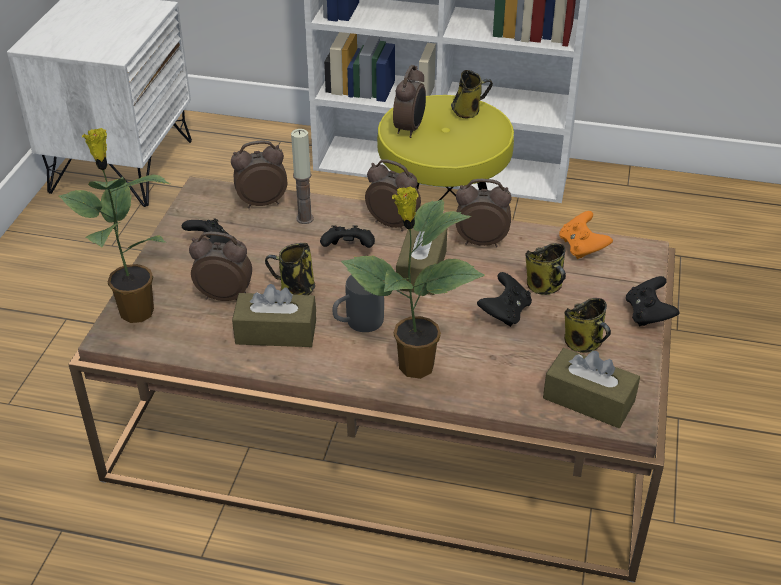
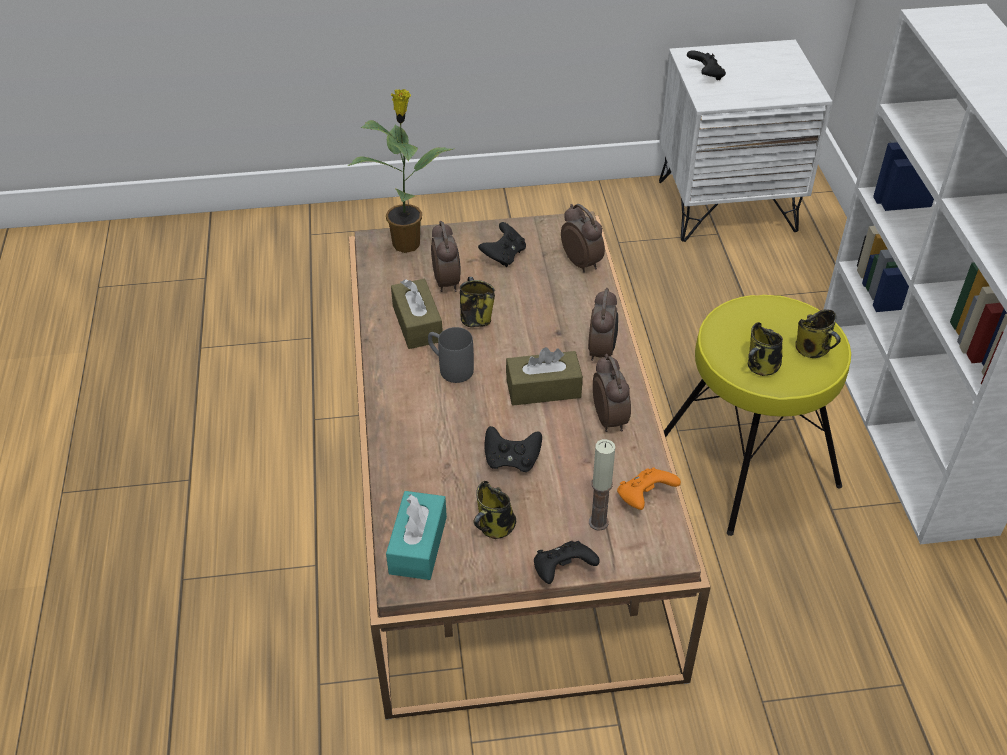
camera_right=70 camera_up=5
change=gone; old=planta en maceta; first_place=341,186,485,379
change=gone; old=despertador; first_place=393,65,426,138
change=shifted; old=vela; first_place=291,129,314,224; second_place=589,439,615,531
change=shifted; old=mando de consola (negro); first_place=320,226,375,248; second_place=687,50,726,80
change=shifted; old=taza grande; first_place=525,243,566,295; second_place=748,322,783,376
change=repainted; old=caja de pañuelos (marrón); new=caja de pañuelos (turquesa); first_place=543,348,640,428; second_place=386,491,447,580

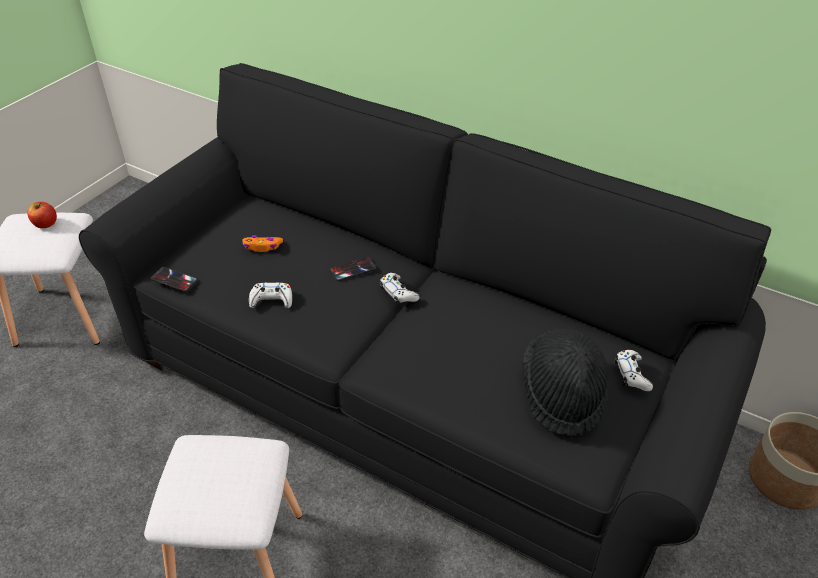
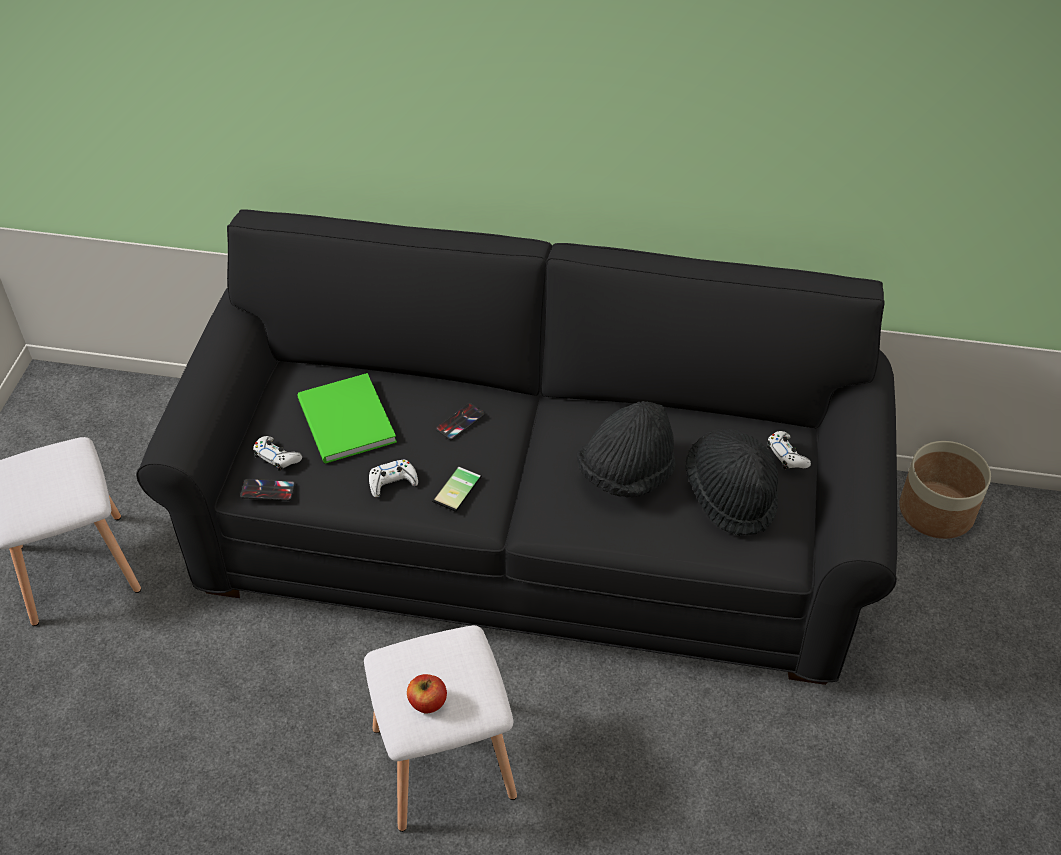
camera_right=-20 camera_up=5
change=new; new=móvil; second_place=432,466,482,512
change=new; new=sombrero (negro); second_place=577,401,675,498
change=shifted; old=manzana; first_place=27,202,57,228; second_place=407,674,447,714
change=shifted; old=mando de consola (blanco); first_place=380,273,419,304; second_place=253,436,302,471
change=swapped; old=mando de consola (naranja); new=libro (verde); first_place=242,235,283,252; second_place=297,373,397,463

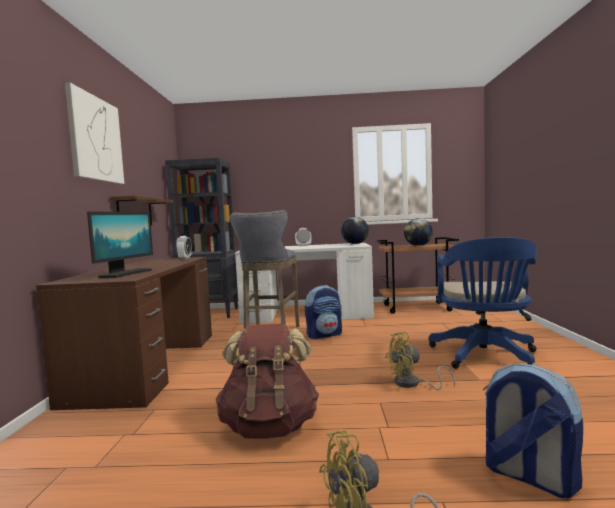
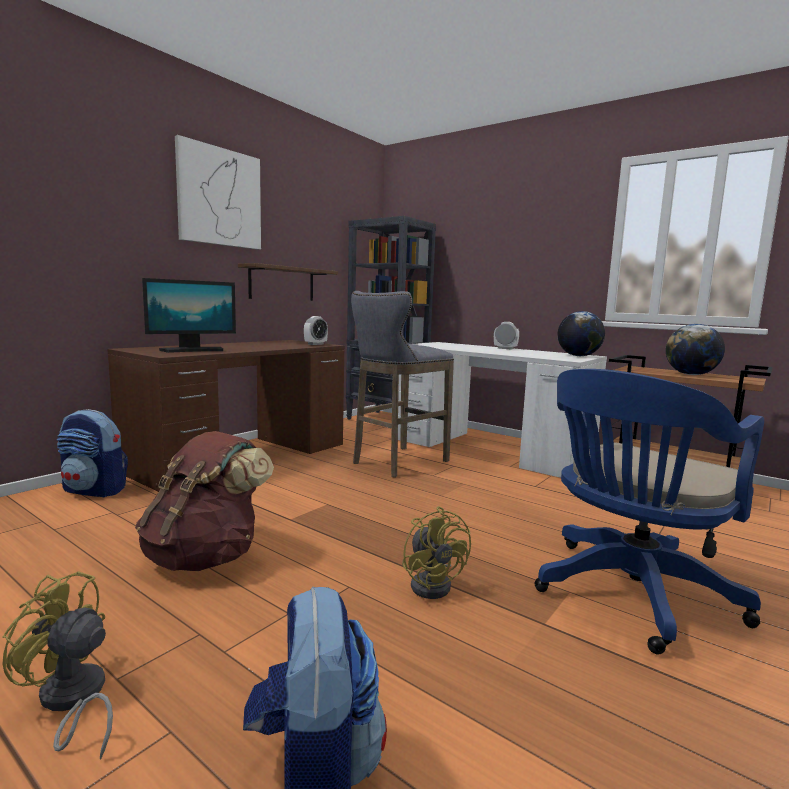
camera_right=35 camera_up=5
change=shifted; old=mochila; first_place=305,285,342,339; second_place=57,409,128,497
change=rotated; old=ventilador (amarillo); first_place=385,332,455,390; second_place=402,506,471,599; degrees=-135

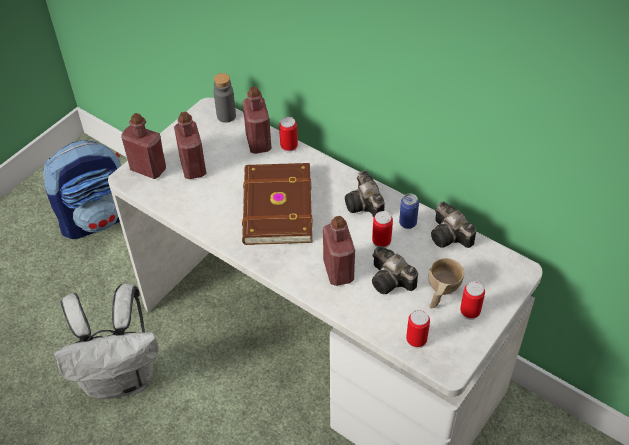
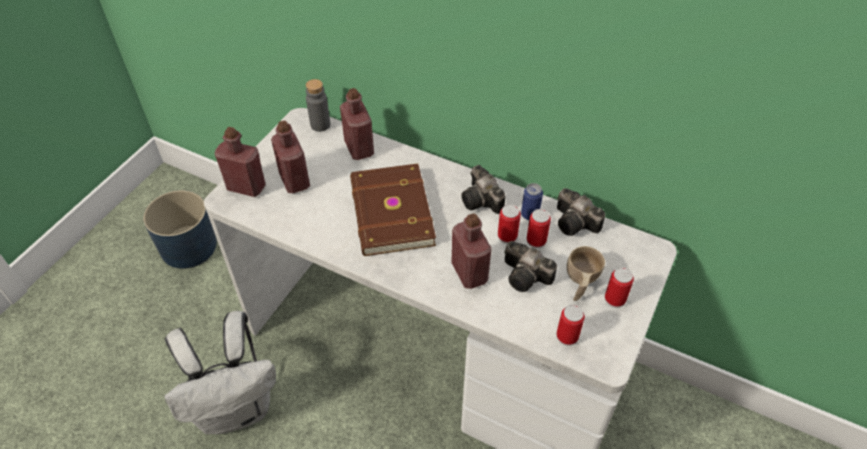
camera_right=-10 camera_up=0
change=shifted; old=lata; first_place=279,117,298,152; second_place=527,209,551,249
change=swapped; old=mochila; new=maceta (azul); first_place=43,140,121,239; second_place=143,190,217,269

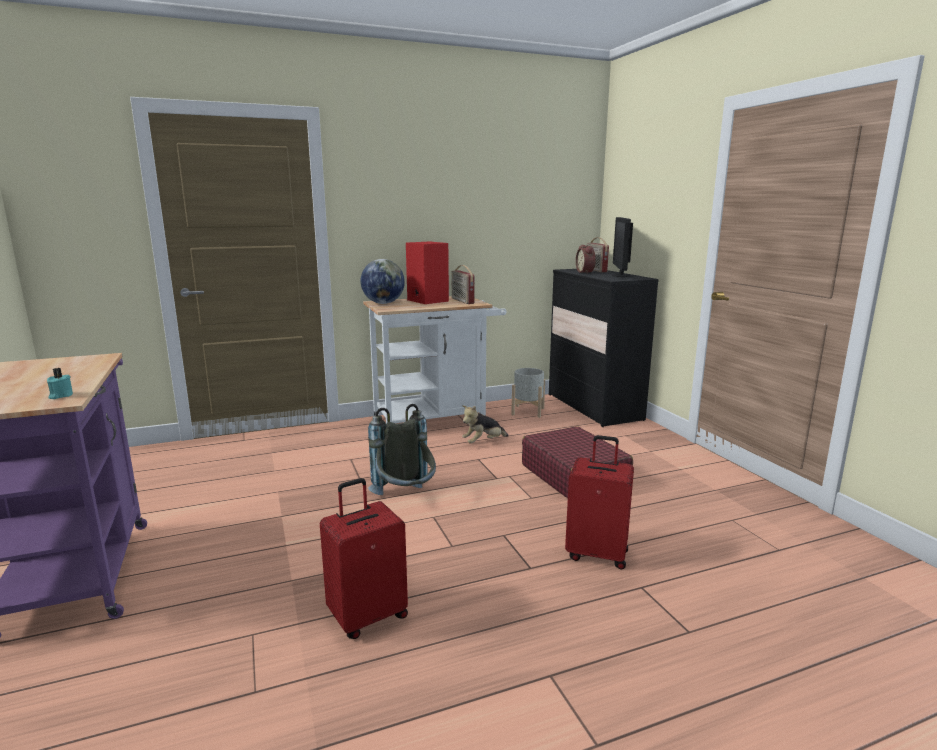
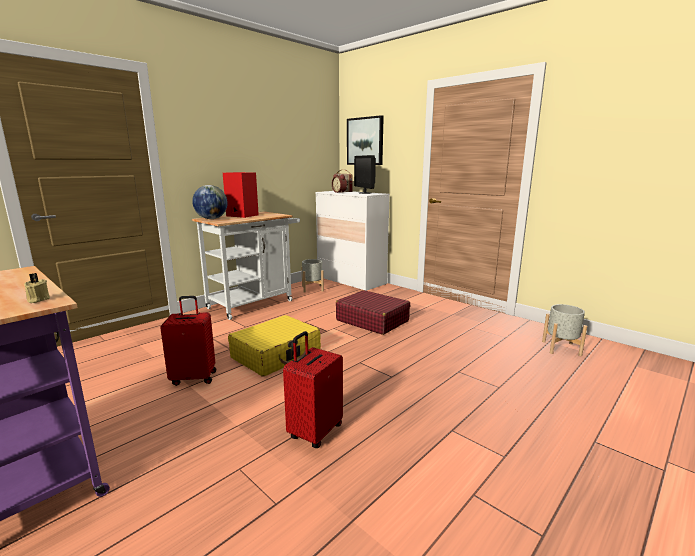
camera_right=-25 camera_up=0
change=gone; old=radio; first_place=452,265,475,304
change=gone; old=peluche; first_place=462,405,509,444
change=new; new=cuadro; second_place=347,115,384,165
change=new; new=maceta (gris); second_place=542,304,587,356
change=shifted; old=maleta (rojo); first_place=565,435,634,570; second_place=160,296,216,386
change=swapped; old=mochila (gris); new=maleta (amarillo); first_place=368,404,436,495; second_place=228,315,321,377
change=repainted; old=vela (turquesa); new=vela (beis); first_place=47,368,73,399; second_place=24,273,50,303
change=repainted; old=cómoda (negro); new=cómoda (blanco); first_place=549,269,659,427; second_place=315,191,390,291

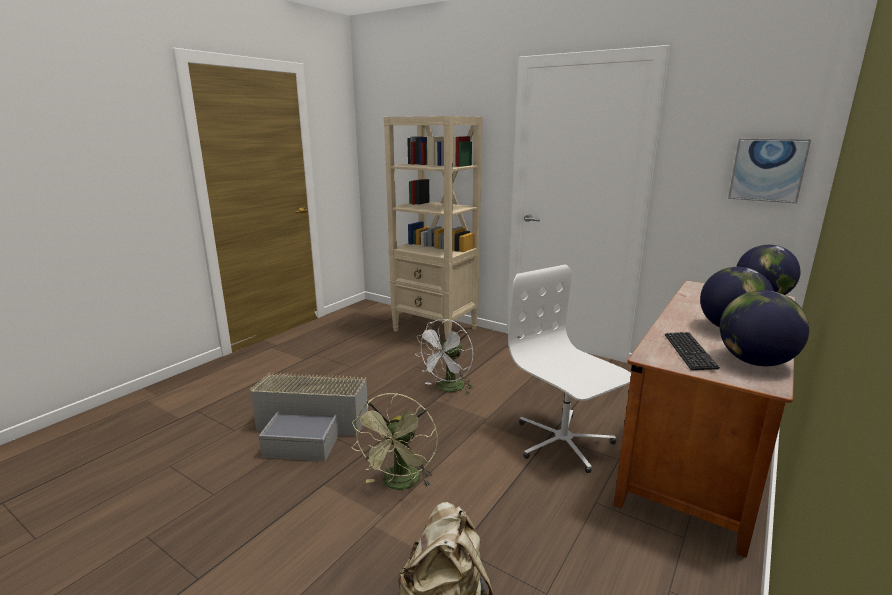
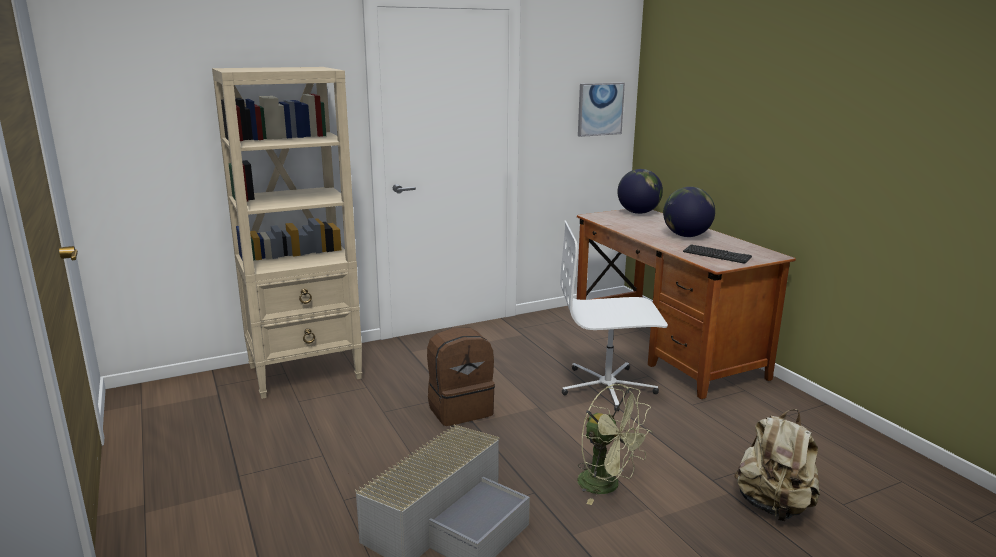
camera_right=-60 camera_up=0
change=gone; old=globo terráqueo; first_place=720,290,809,366
change=swapped; old=ventilador (blanco); new=mochila (marrón); first_place=416,319,474,394; second_place=427,328,495,426

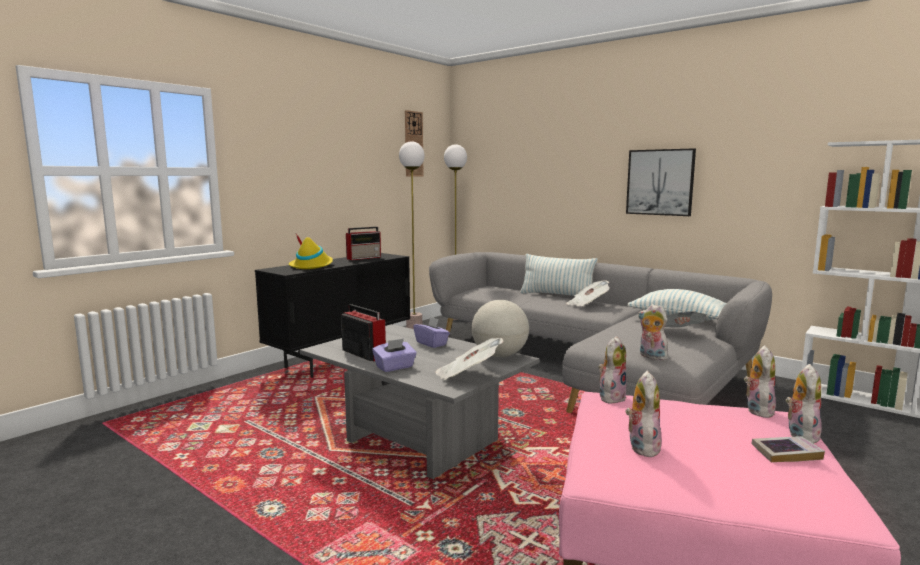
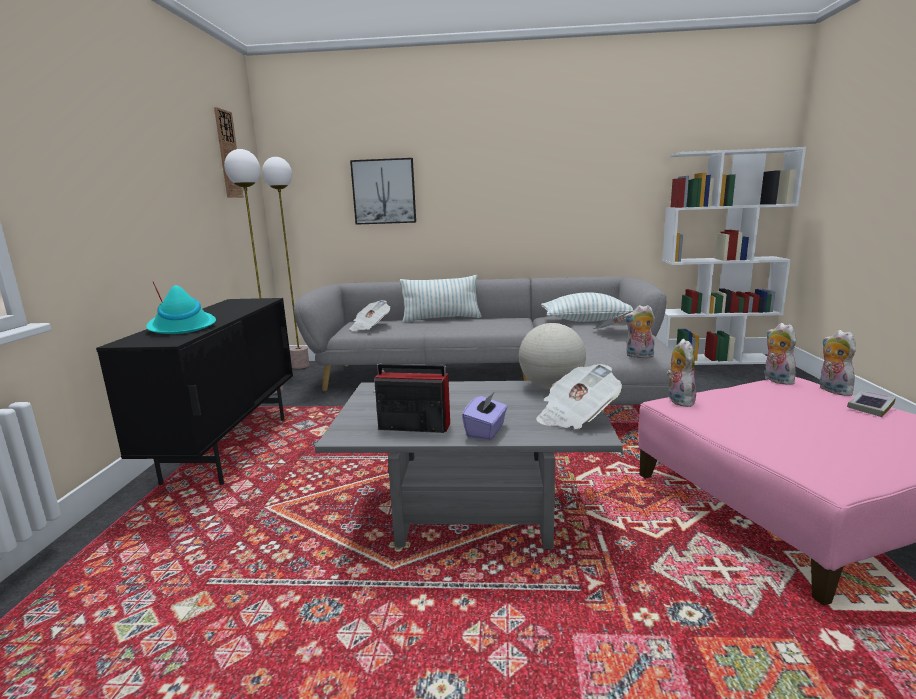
camera_right=-35 camera_up=5
change=gone; old=radio; first_place=346,227,381,260
change=gone; old=caja de pañuelos (morado); first_place=413,316,450,348
change=gone; old=peluche; first_place=625,371,662,458
change=shifted; old=periódico; first_place=566,280,610,306; second_place=349,300,391,331
change=shifted; old=cuadro; first_place=626,148,696,216; second_place=350,158,416,225
change=repainted; old=sombrero (amarillo); new=sombrero (turquesa); first_place=289,234,333,269; second_place=146,282,216,334

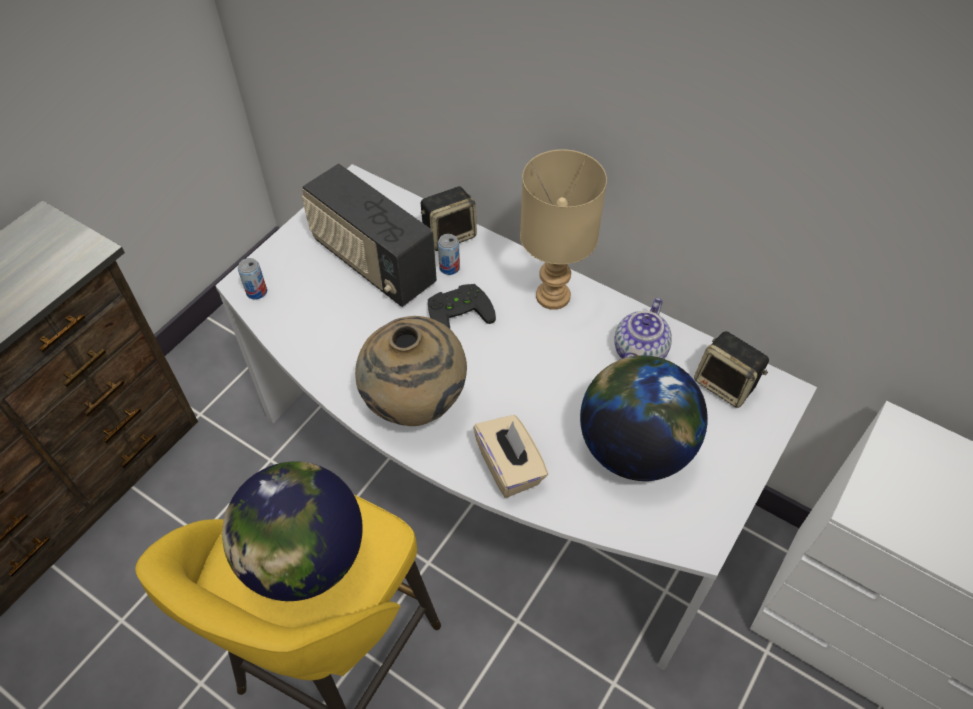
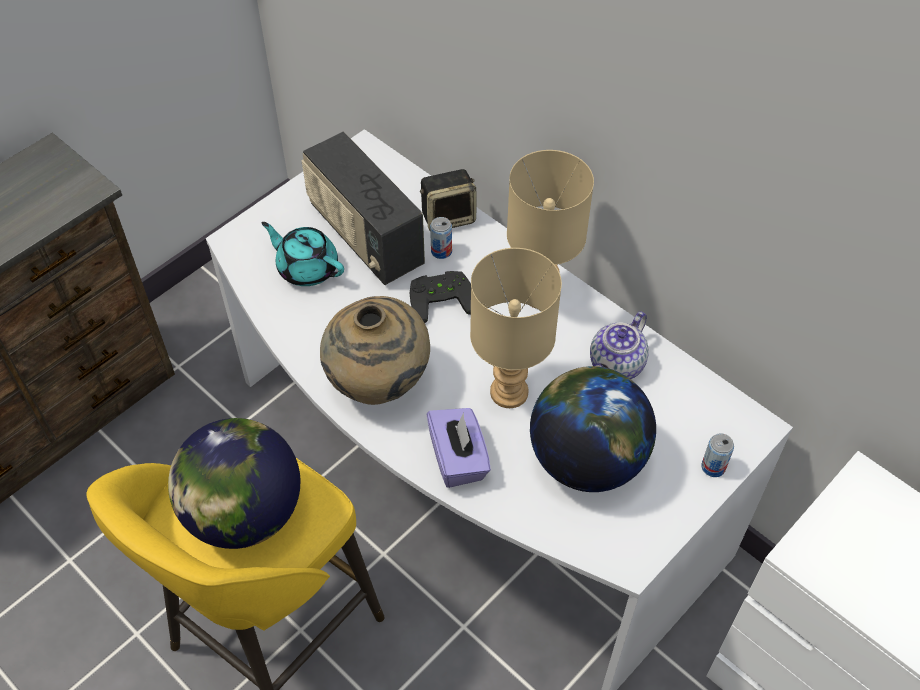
camera_right=10 camera_up=0
change=gone; old=altavoz; first_place=694,331,769,408
change=new; new=tetera (turquesa); second_place=262,222,344,286
change=new; new=lámpara de mesa (beis); second_place=470,248,562,408
change=shifted; old=lata; first_place=238,258,267,300; second_place=701,433,734,477
change=repainted; old=caja de pañuelos (beis); new=caja de pañuelos (morado); first_place=473,415,548,498; second_place=427,408,491,488

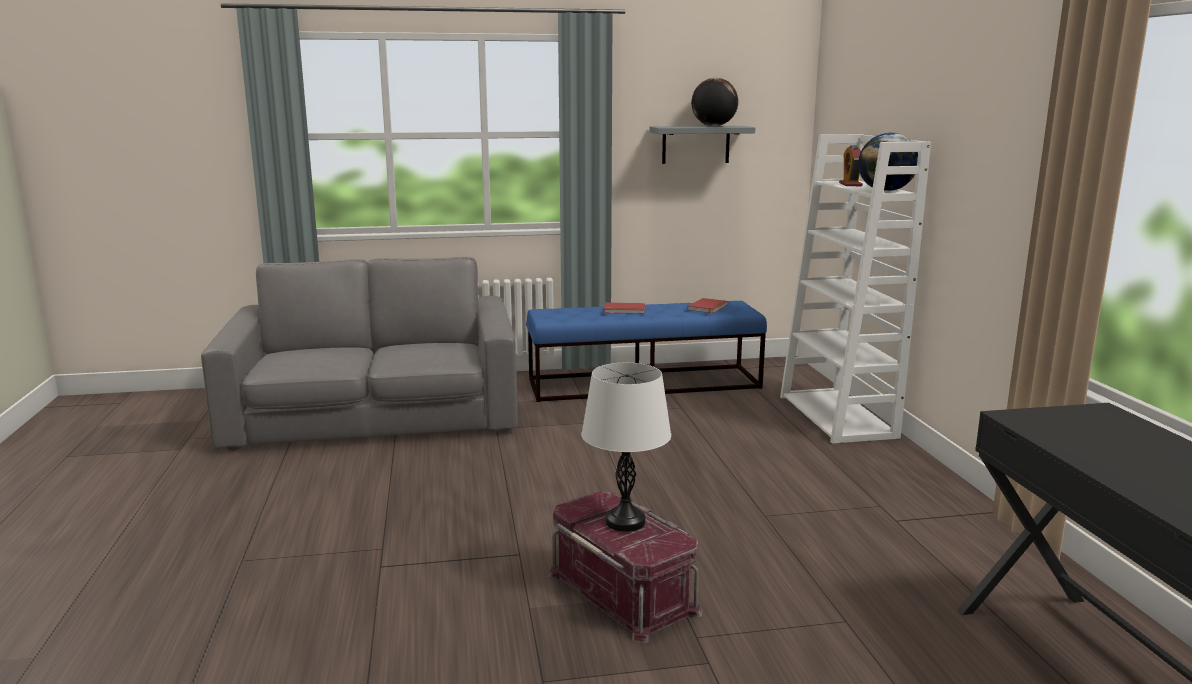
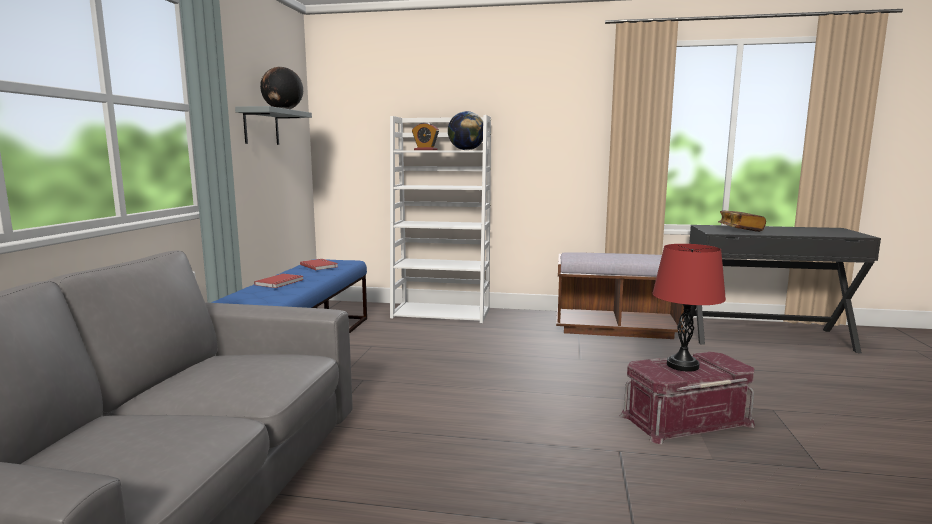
camera_right=-70 camera_up=-5
change=new; new=banco (marrón); second_place=556,252,685,339
change=new; new=libro; second_place=718,210,766,232
change=repainted; old=lámpara de mesa (blanco); new=lámpara de mesa (rojo); first_place=581,363,671,532; second_place=653,244,726,372

